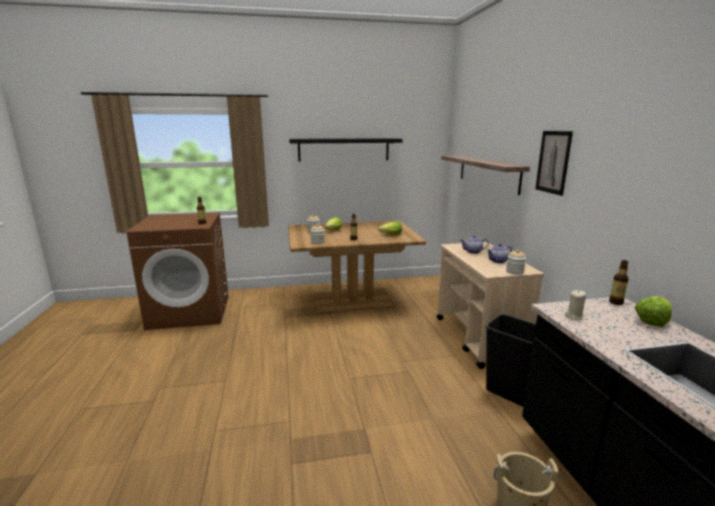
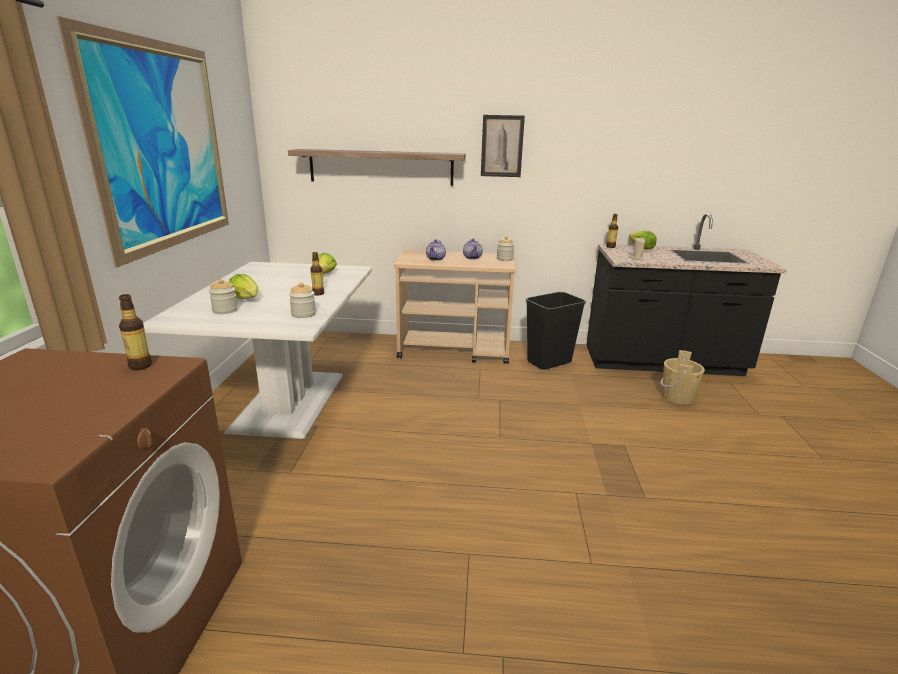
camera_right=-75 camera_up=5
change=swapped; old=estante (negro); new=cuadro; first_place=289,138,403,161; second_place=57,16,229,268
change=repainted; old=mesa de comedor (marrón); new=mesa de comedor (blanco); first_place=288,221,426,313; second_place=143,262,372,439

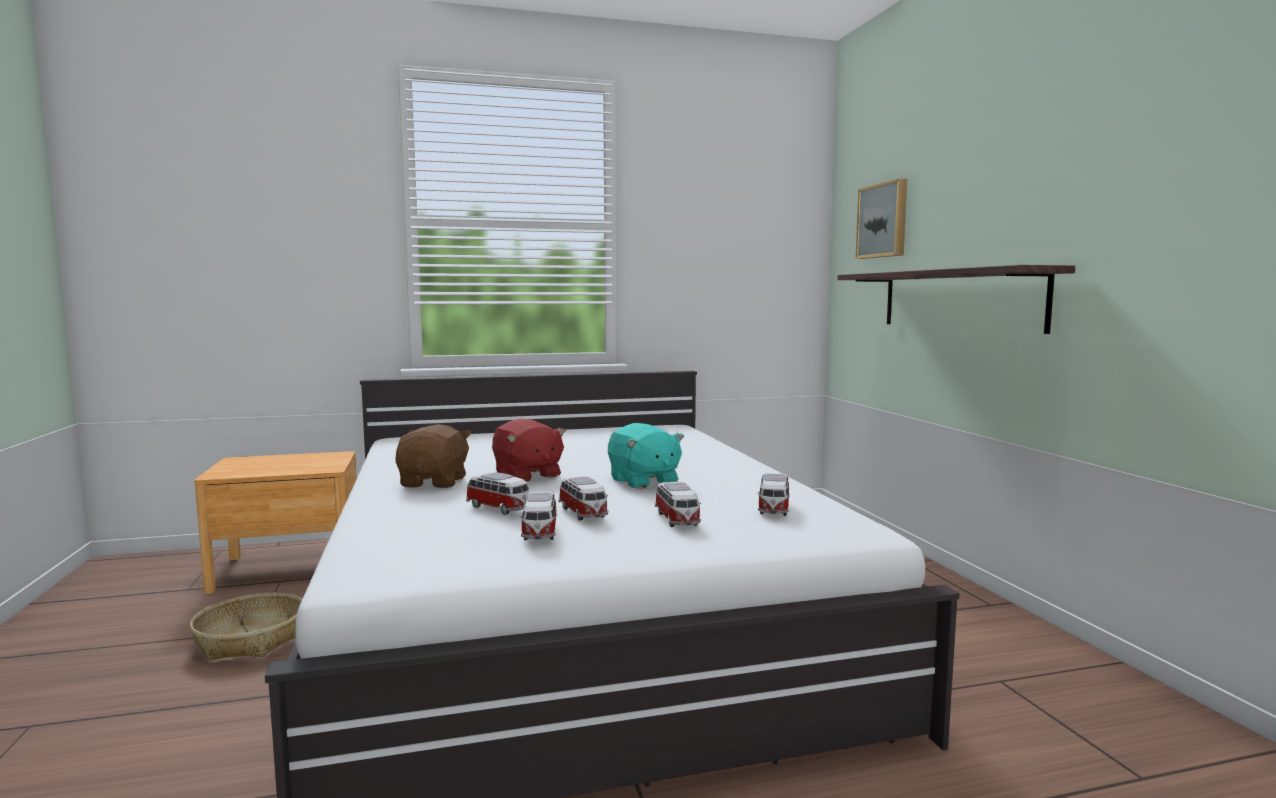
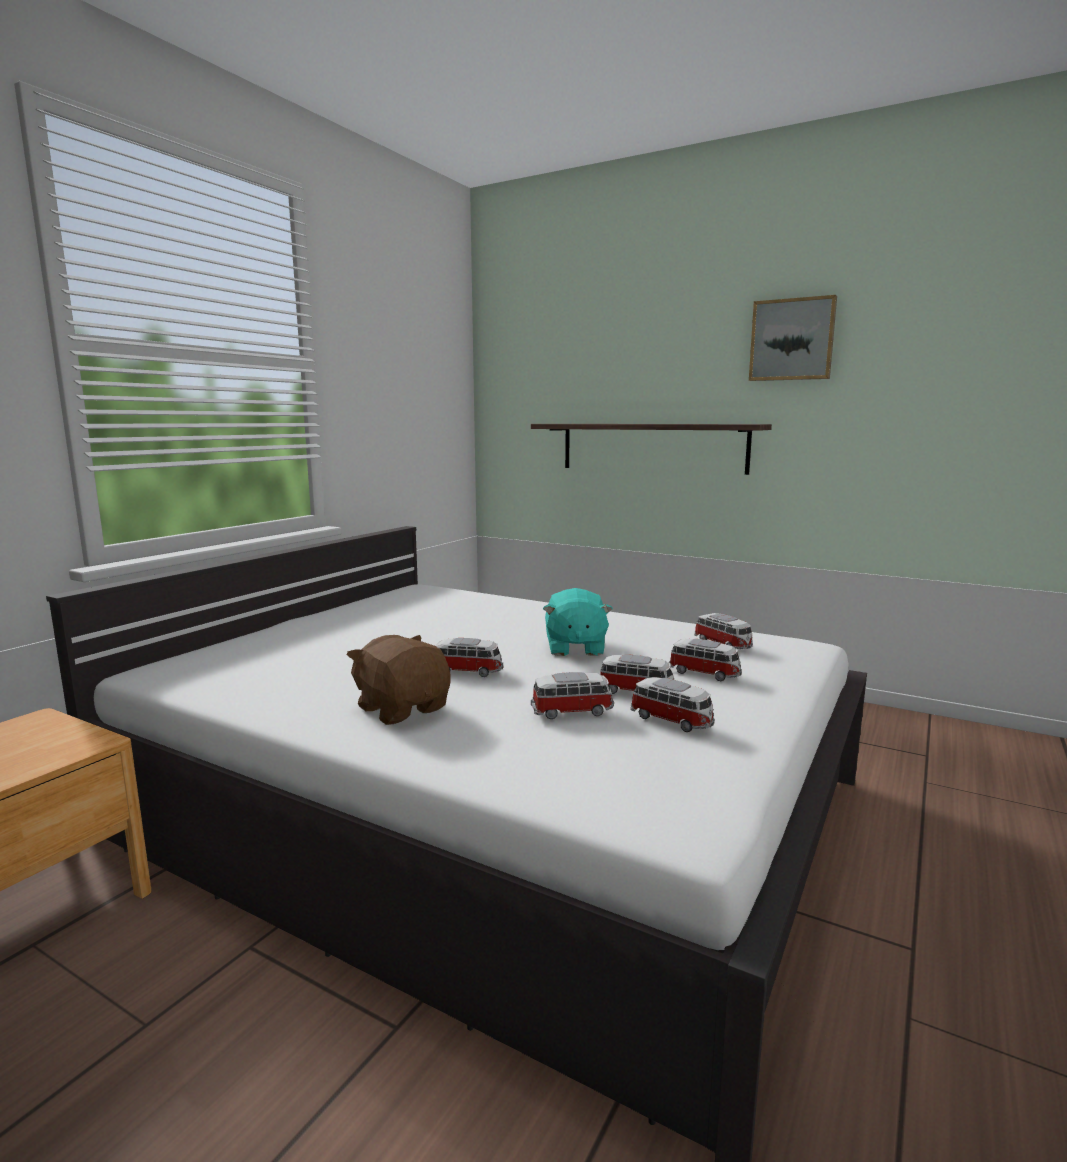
camera_right=-45 camera_up=5
change=gone; old=cesta; first_place=190,593,302,661
change=shifted; old=cuadro; first_place=856,179,907,259; second_place=749,295,837,381
change=swapped; old=peluche (rojo); new=coche de juguete; first_place=492,419,566,482; second_place=436,638,504,677
change=rotated; old=peluche (turquesa); first_place=608,423,684,489; second_place=543,588,613,656; degrees=75

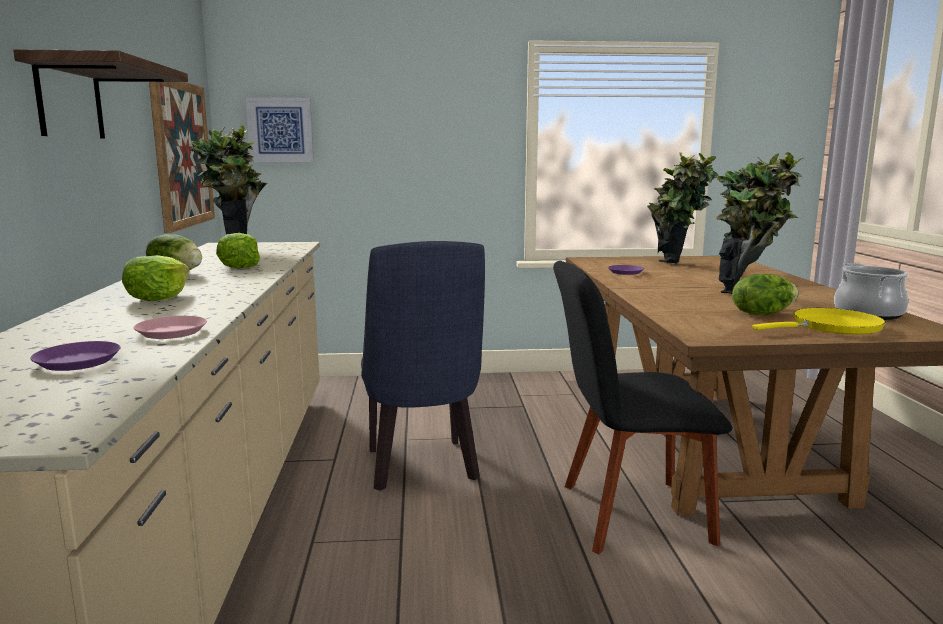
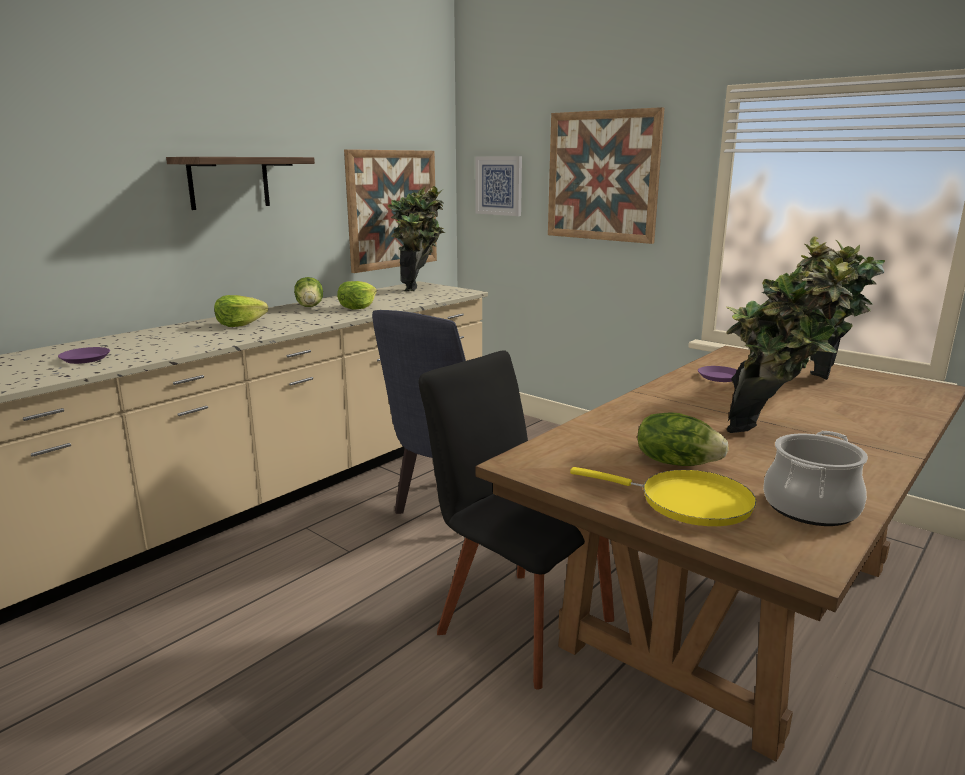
camera_right=45 camera_up=5
change=gone; old=plato (rosa); first_place=134,316,207,339
change=new; new=cuadro; second_place=548,107,665,244

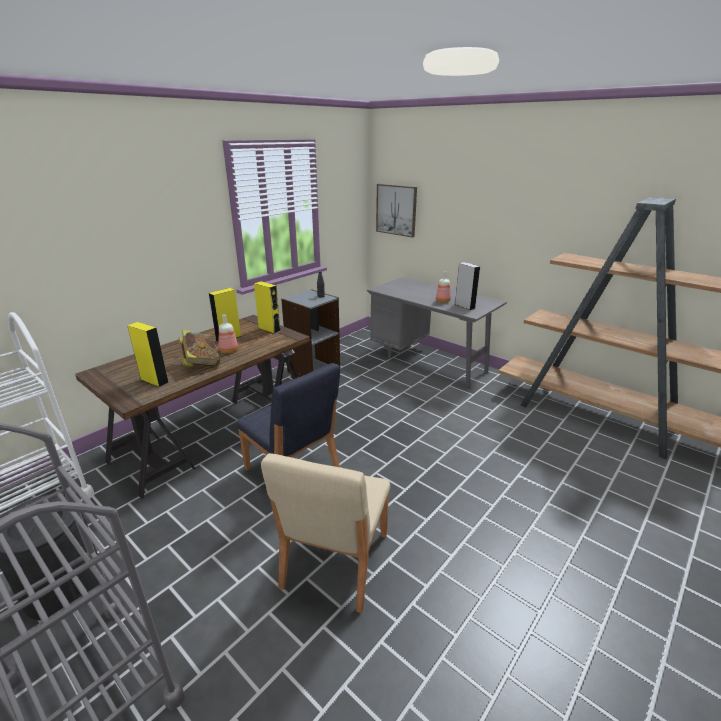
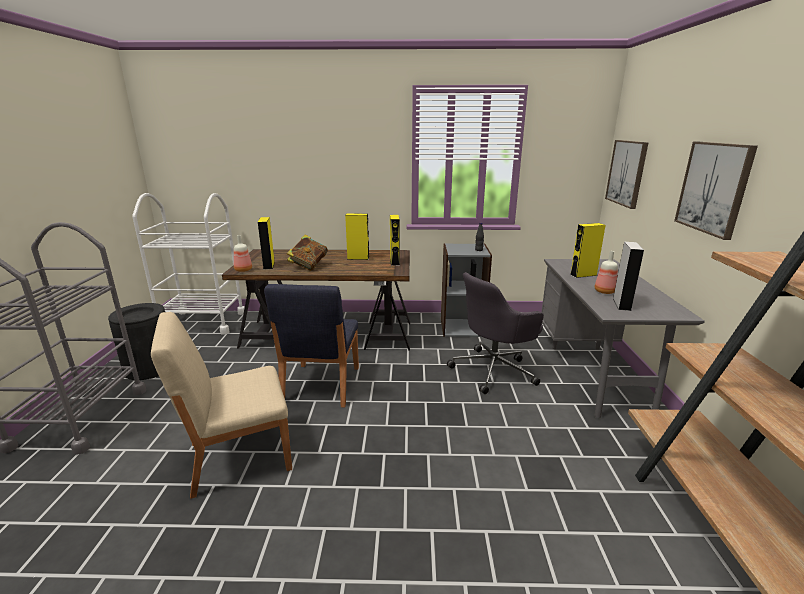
camera_right=50 camera_up=-5
change=new; new=silla de oficina (gris); second_place=447,272,544,394
change=new; new=altavoz (amarillo); second_place=570,223,606,278
change=new; new=cuadro; second_place=674,142,758,240
change=shifted; old=botella; first_place=219,314,238,354; second_place=234,235,252,272

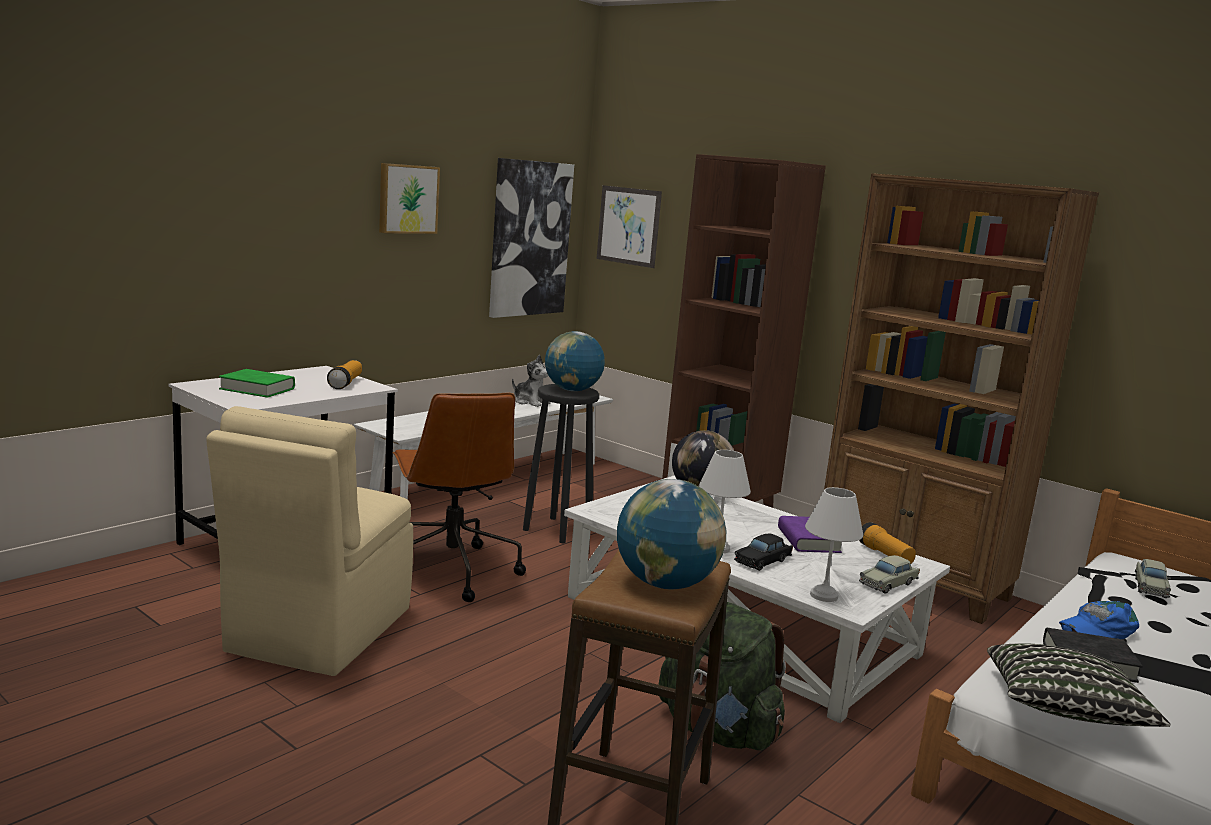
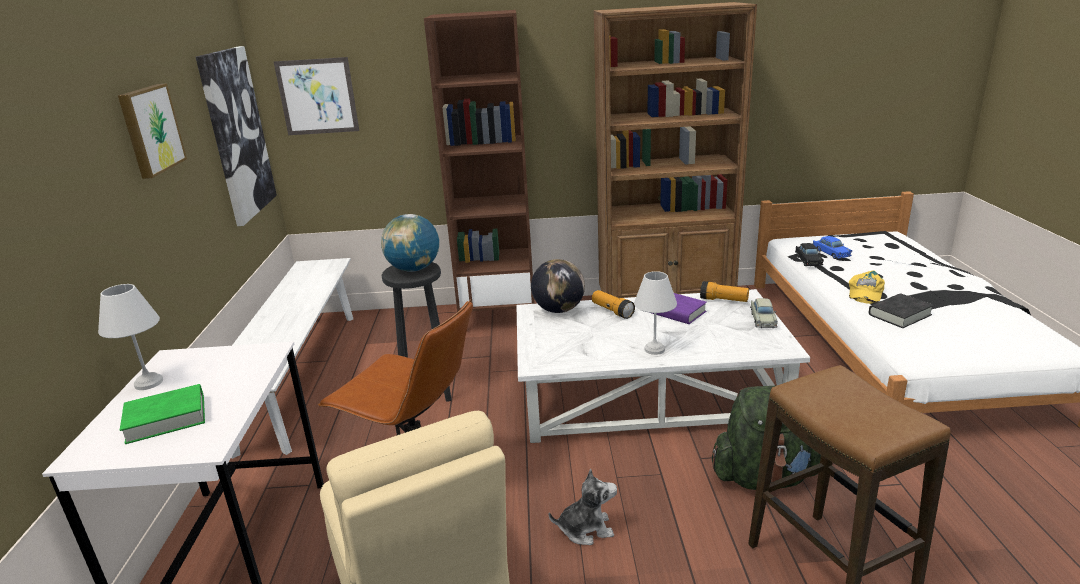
camera_right=-40 camera_up=10
change=gone; old=globo terráqueo; first_place=617,479,726,589
change=gone; old=cojín; first_place=987,643,1171,727
change=shifted; old=linterna; first_place=327,360,362,389; second_place=592,290,635,319
change=shifted; old=peluche; first_place=512,355,551,407; second_place=549,469,617,545
change=shifted; old=coche de juguete (negro); first_place=734,534,793,571; second_place=795,243,824,266
change=shifted; old=lámpara de mesa (blanco); first_place=805,487,863,602; second_place=98,284,163,390
change=repainted; old=gorra (azul); new=gorra (amarillo); first_place=1059,601,1139,639; second_place=849,270,885,304
change=repainted; old=coche de juguete (beis); new=coche de juguete (azul); first_place=1135,559,1171,598; second_place=813,236,852,259

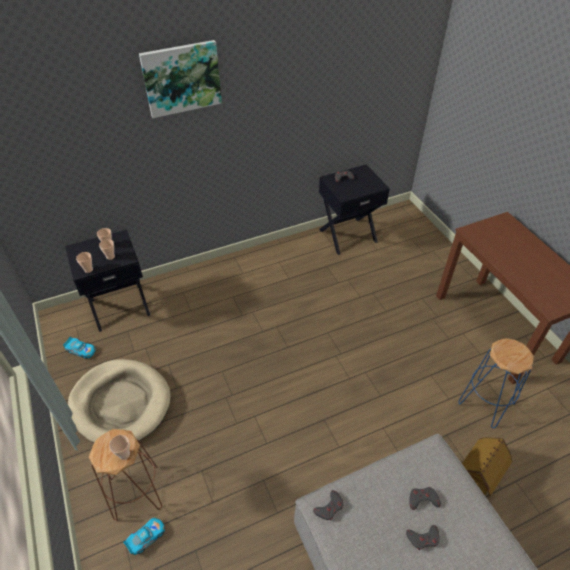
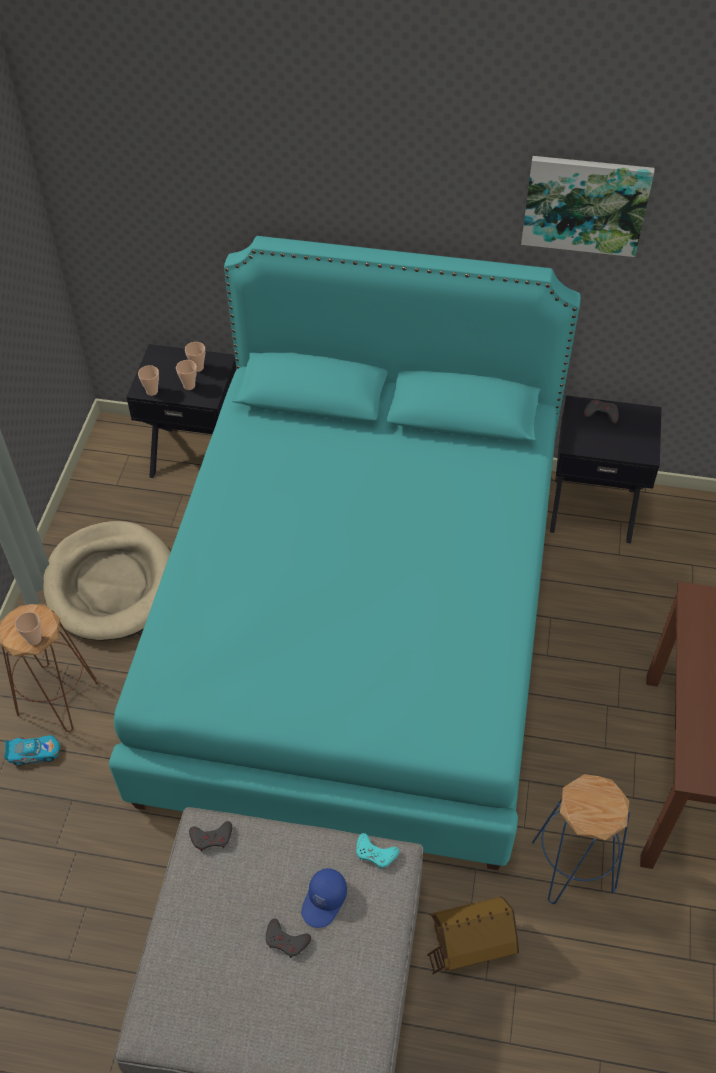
camera_right=35 camera_up=5
change=gone; old=coche de juguete; first_place=63,337,96,359
change=new; new=cama (turquesa); second_place=109,236,581,870
change=new; new=mando de consola (turquesa); second_place=356,833,399,869
change=shifted; old=cuadro; first_place=139,40,222,118; second_place=521,156,654,257
change=swapped; old=mando de consola (gris); new=gorra (azul); first_place=409,487,441,510; second_place=301,868,347,928

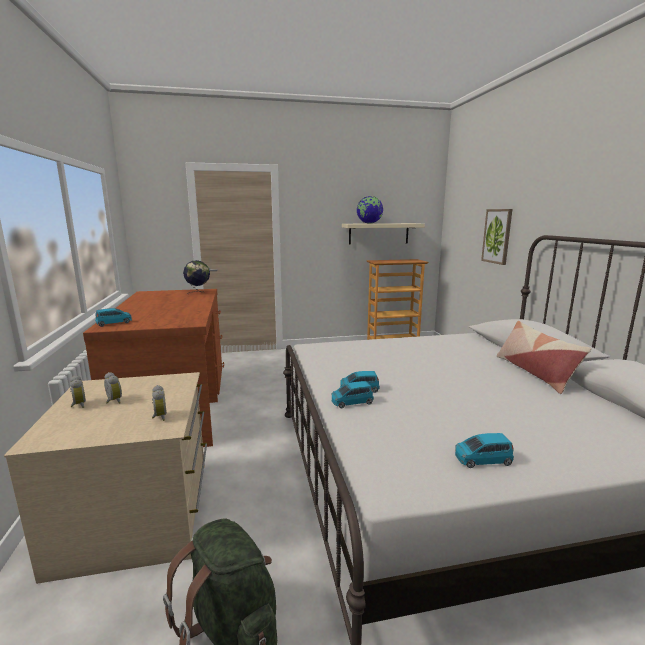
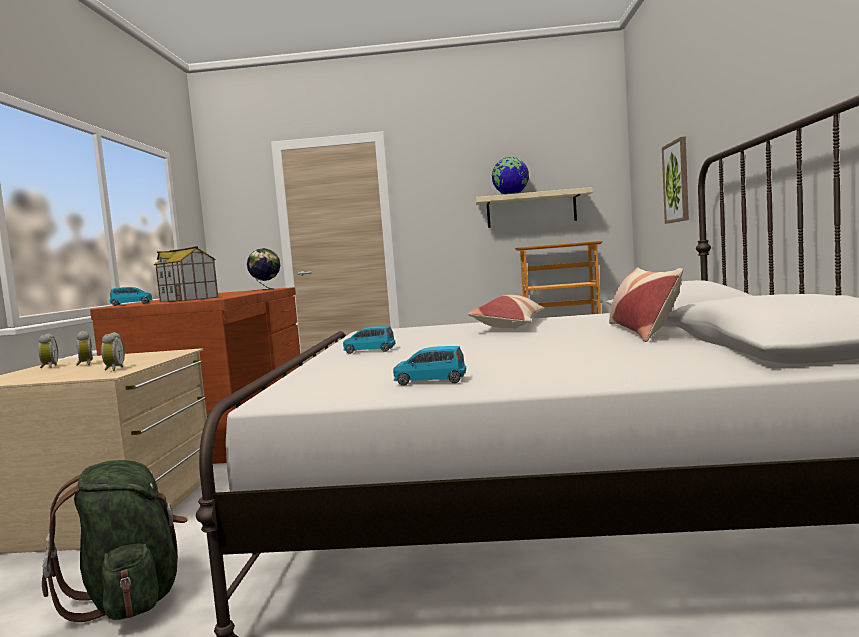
camera_right=15 camera_up=-10
change=gone; old=coche de juguete (azul); first_place=332,381,374,408
change=new; new=casita; second_place=154,246,218,302
change=new; new=cojín; second_place=468,295,545,329

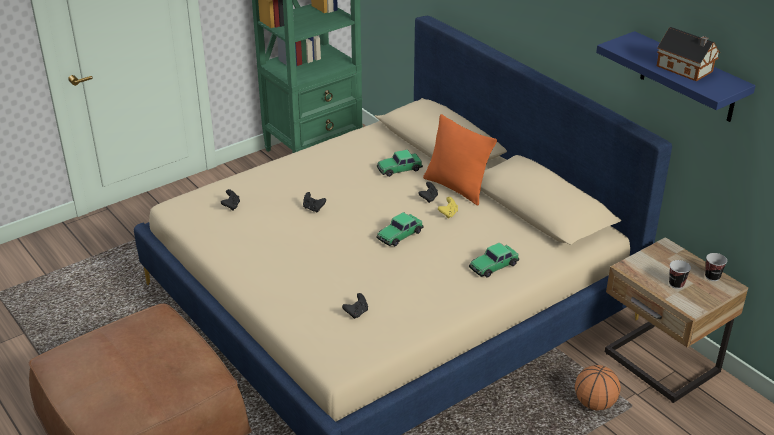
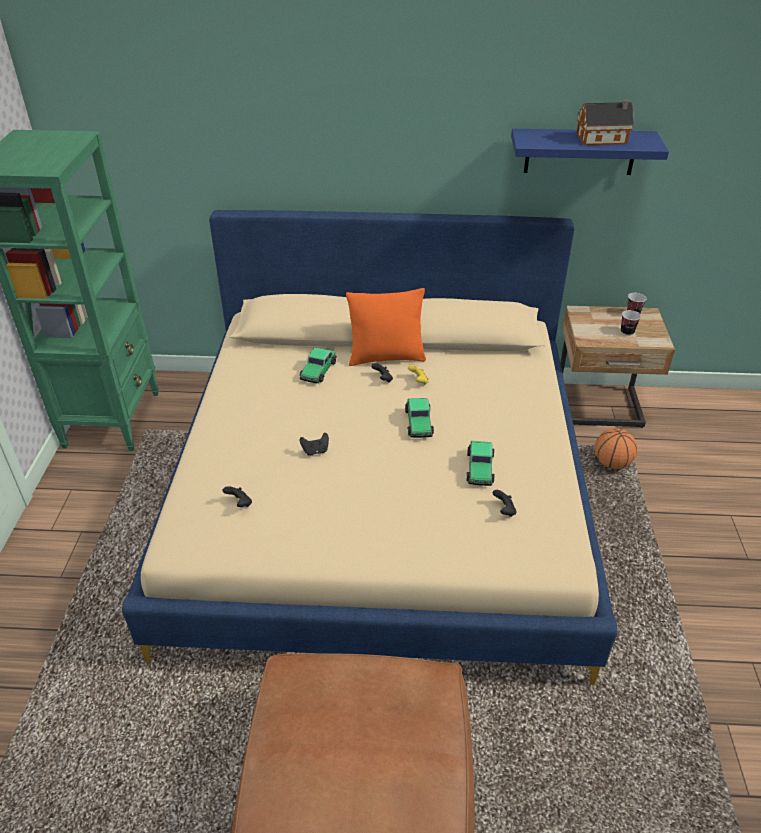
camera_right=-50 camera_up=5
change=shifted; old=coche de juguete; first_place=469,243,519,278; second_place=467,441,494,486

